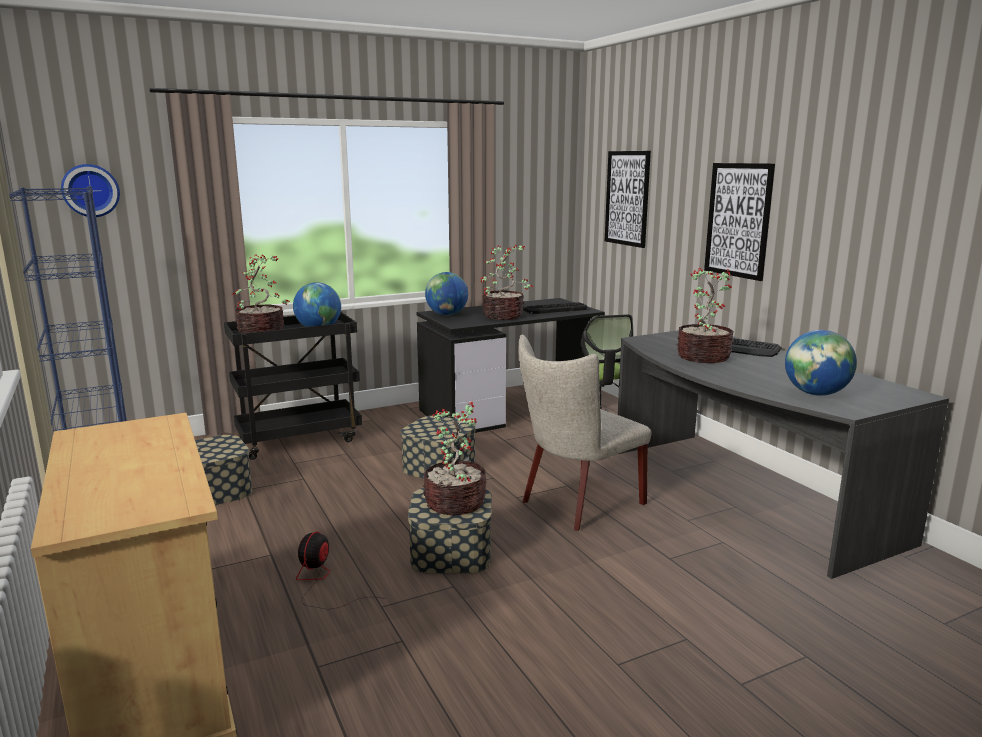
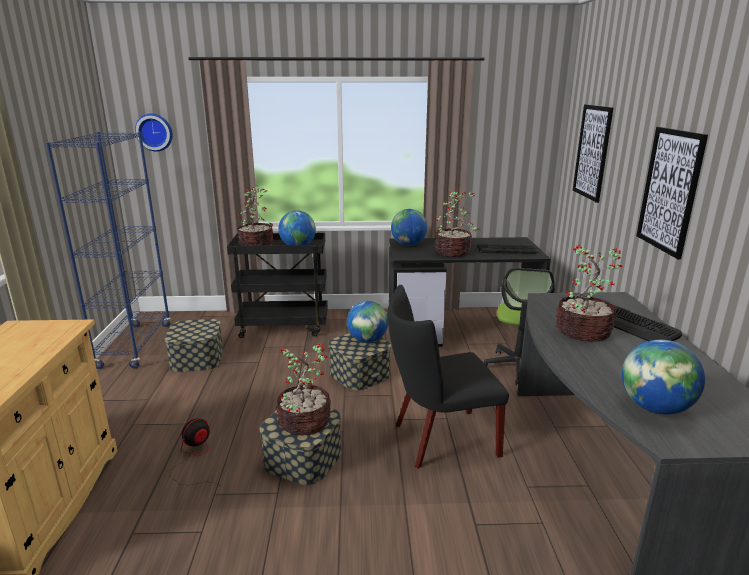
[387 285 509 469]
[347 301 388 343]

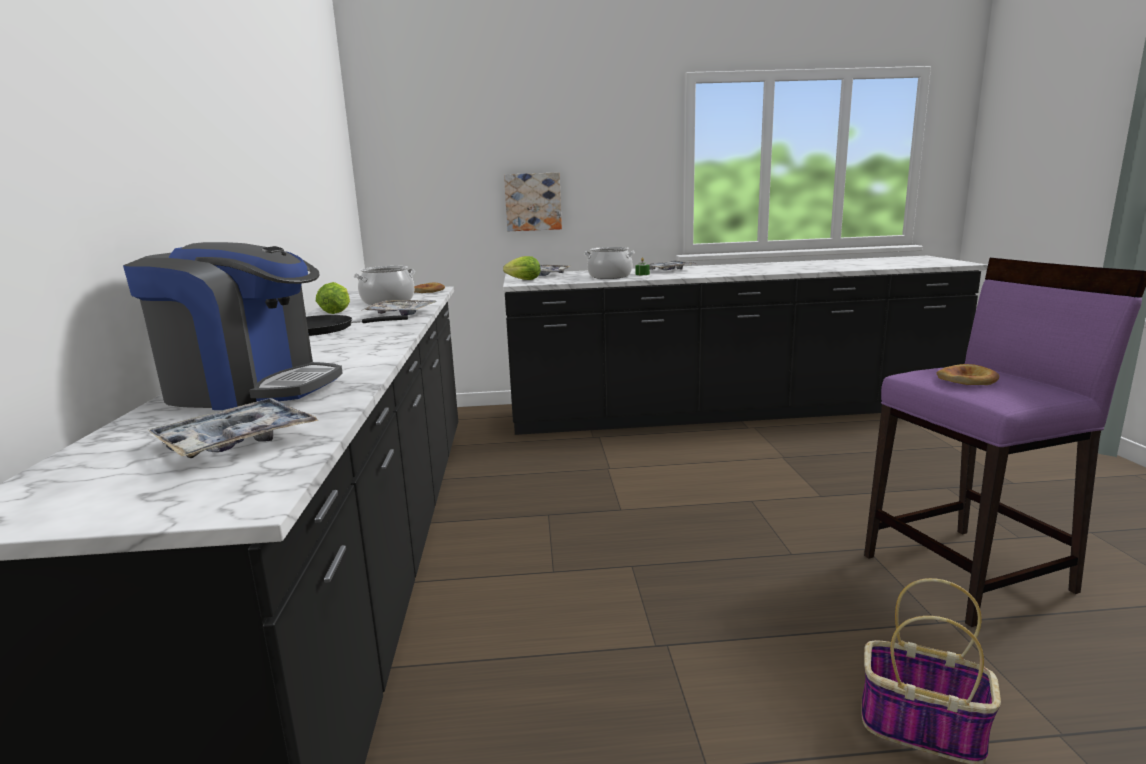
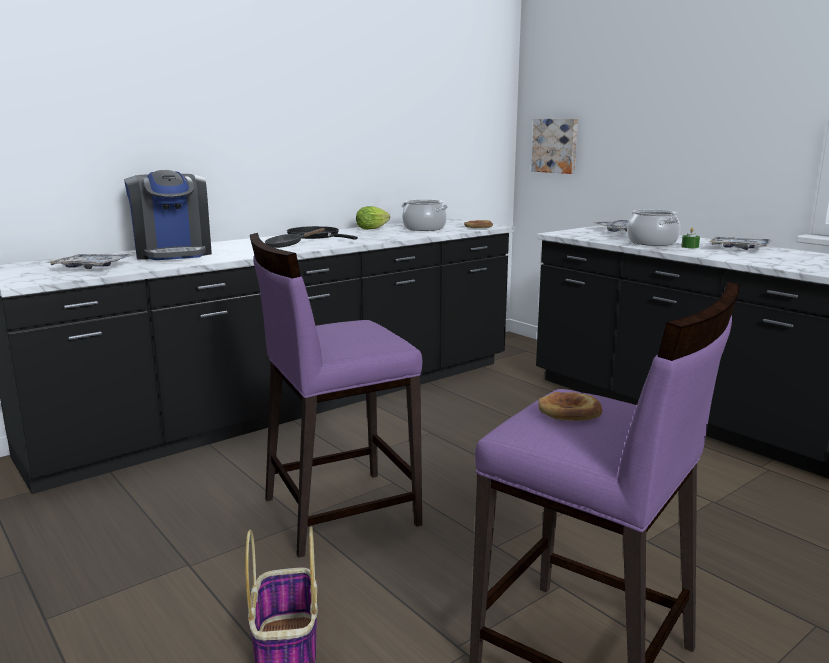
[531 119 578 174]
[503 256 541 280] (first image)
[361 300 436 315] (first image)
[265 228 325 248]
[250 233 422 558]

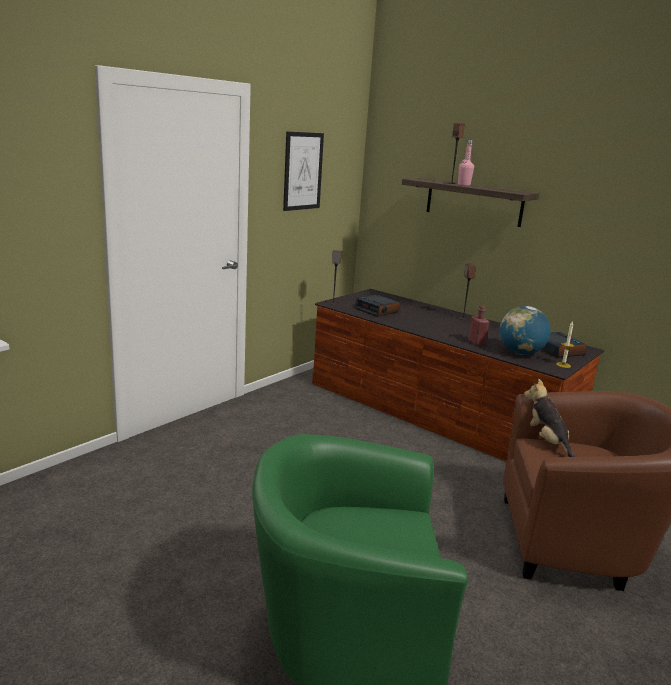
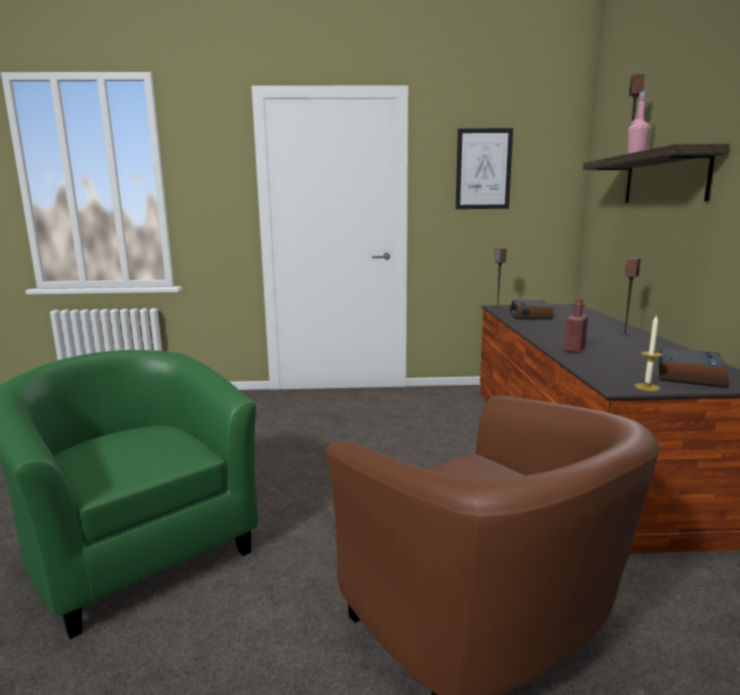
[500 306 551 355] (first image)
[524 378 576 457] (first image)

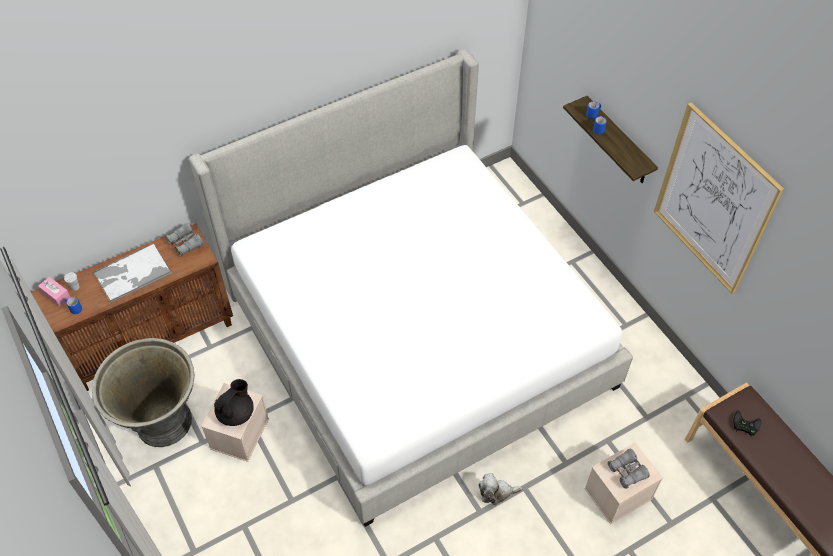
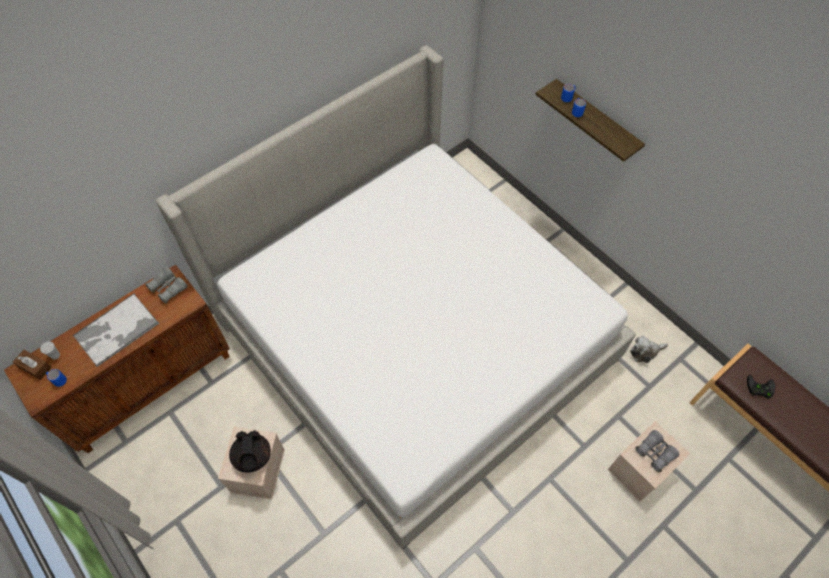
[654 102 784 294] (first image)
[13 350 52 380]
[92 338 195 447] (first image)
[229 430 271 473]
[630 335 668 363]

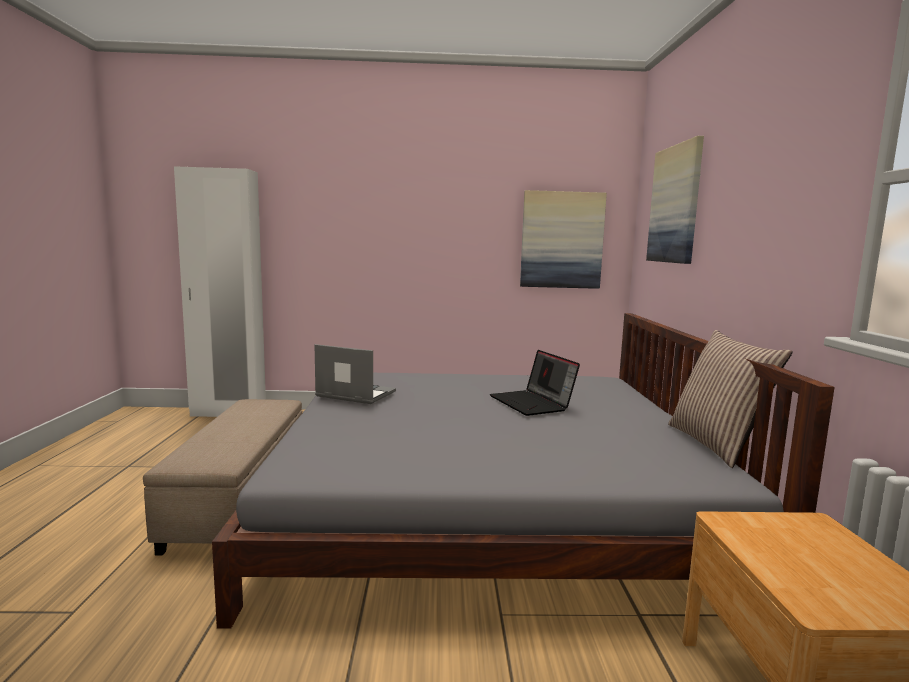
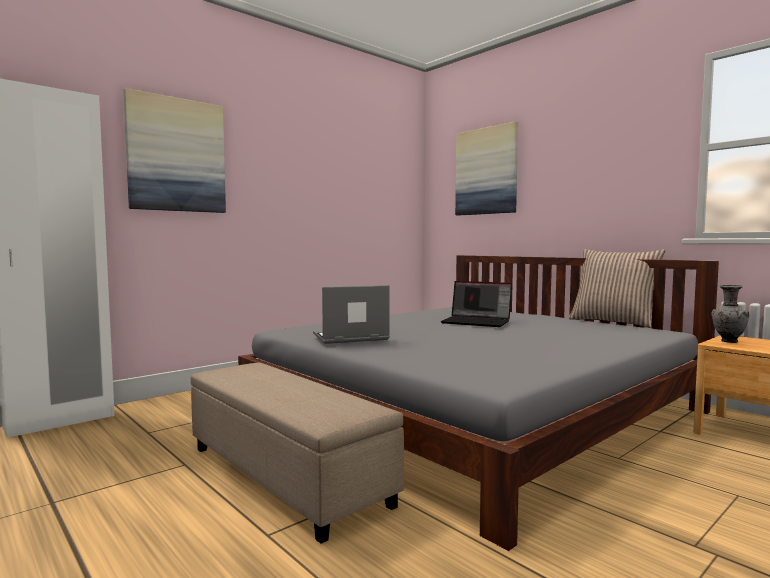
[124 88 226 213]
[711 285 749 343]

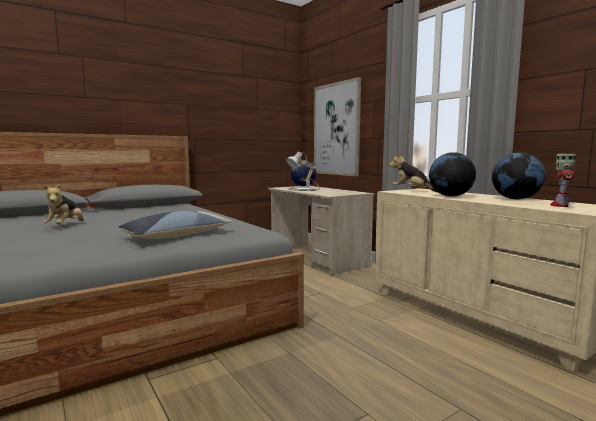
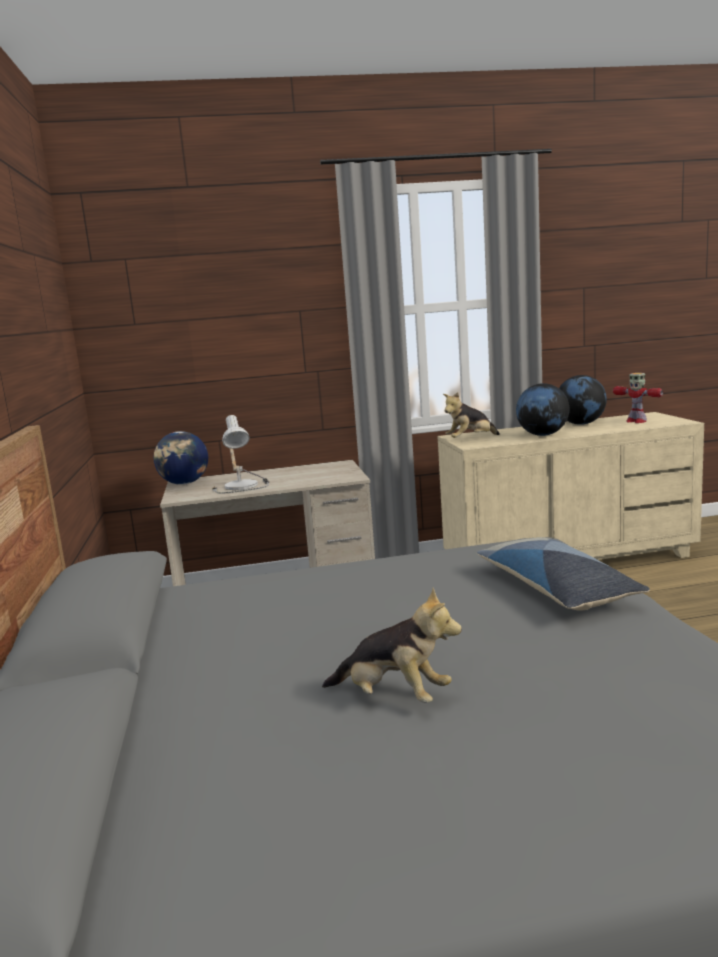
[314 77 361 176] (first image)

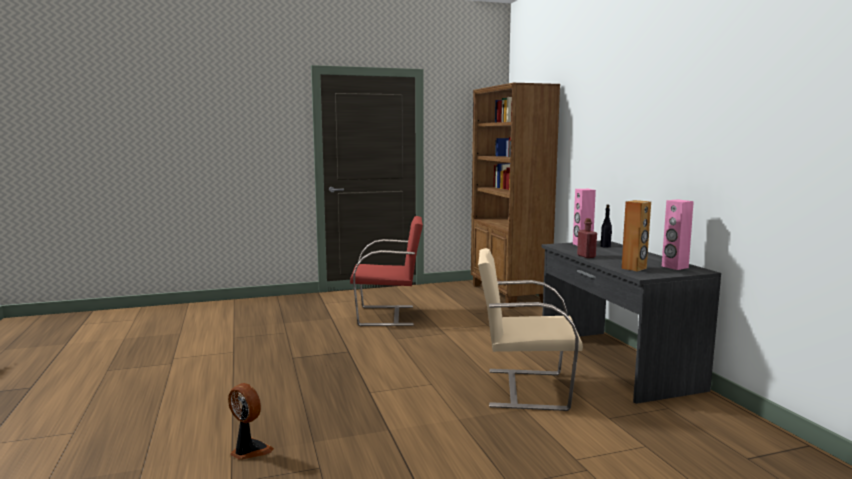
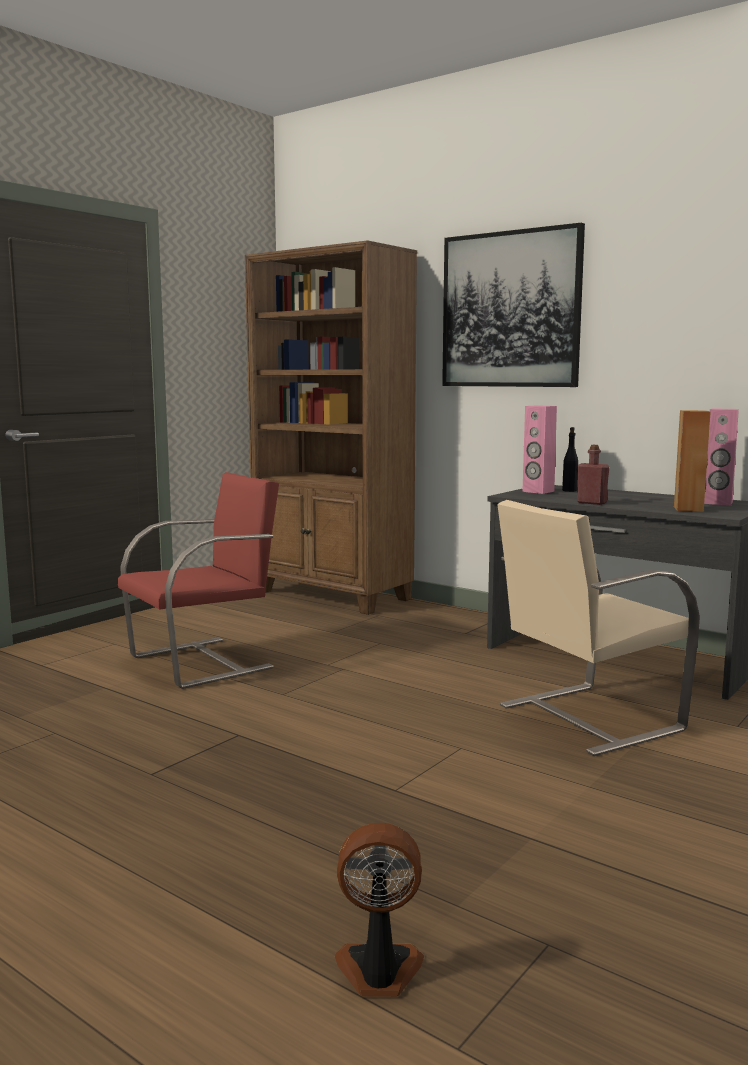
[442 223 585 387]

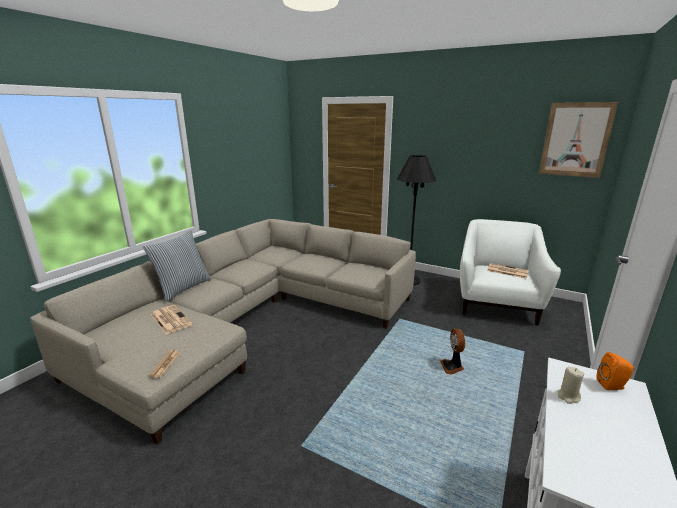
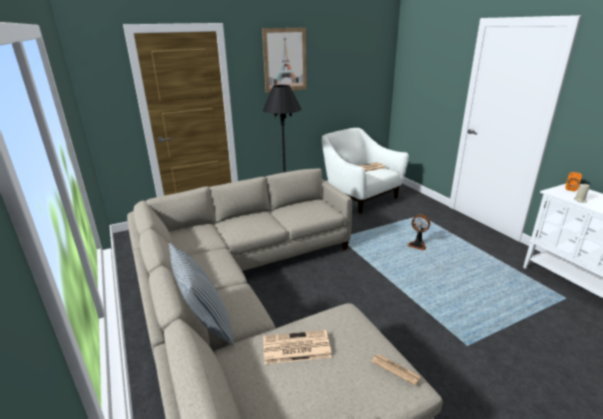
[262 27 307 93]

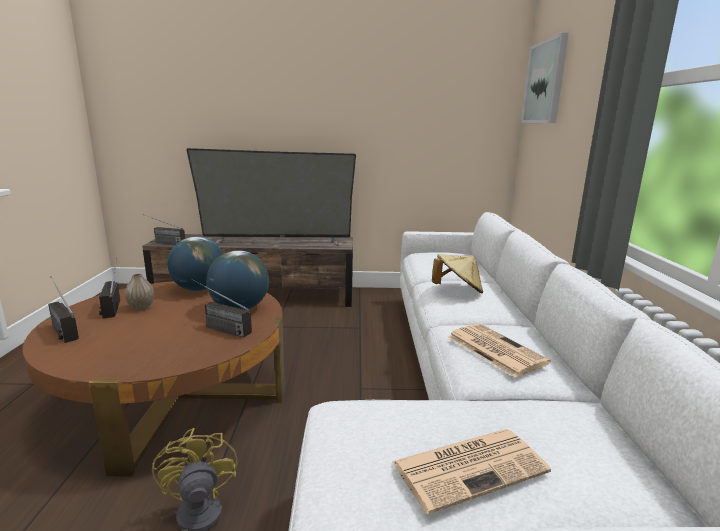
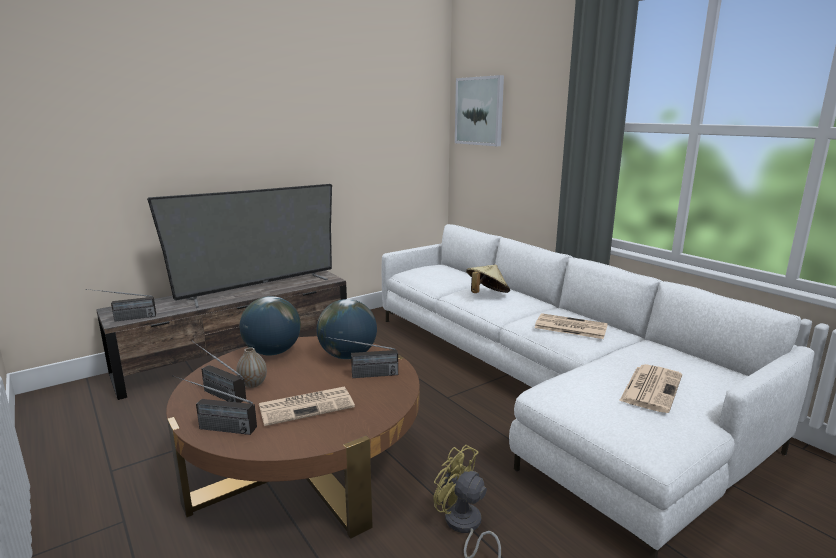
[259 387 355 426]

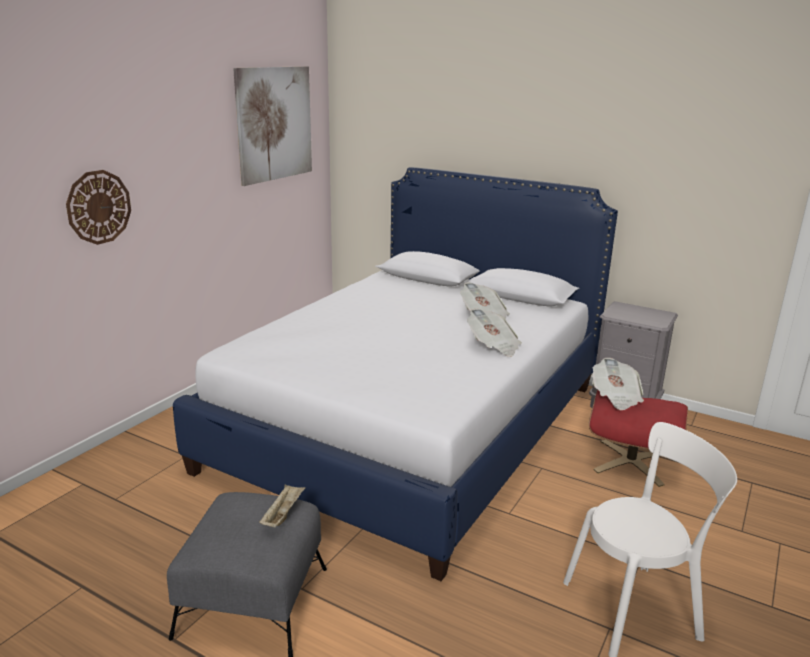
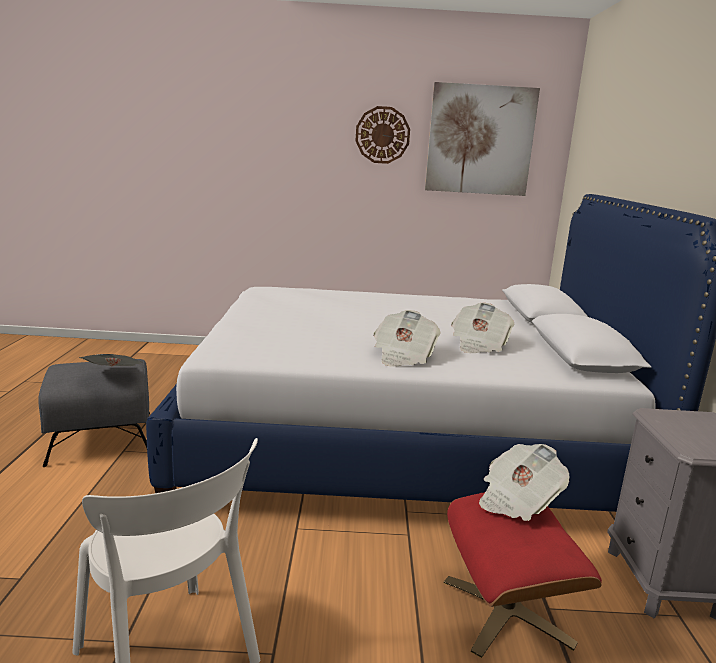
[356 106 410 164]
[78 354 143 366]

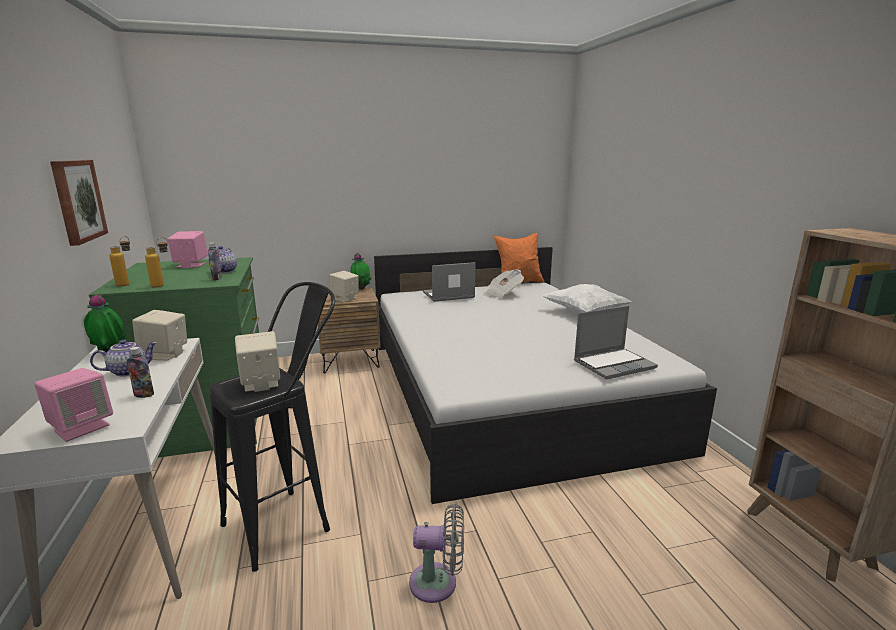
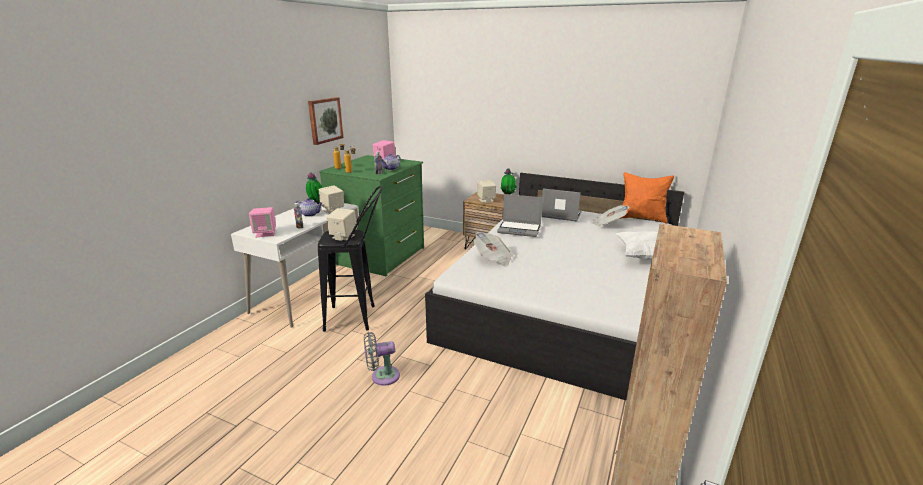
[497 194 543 237]
[364 332 400 386]
[474 232 513 267]

